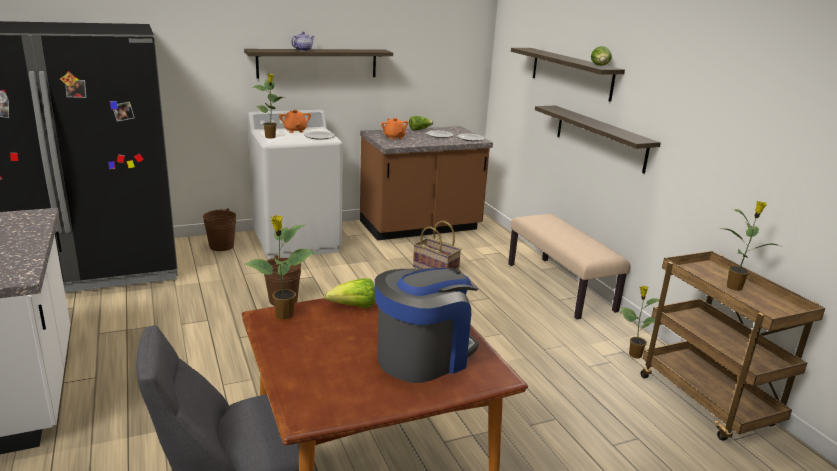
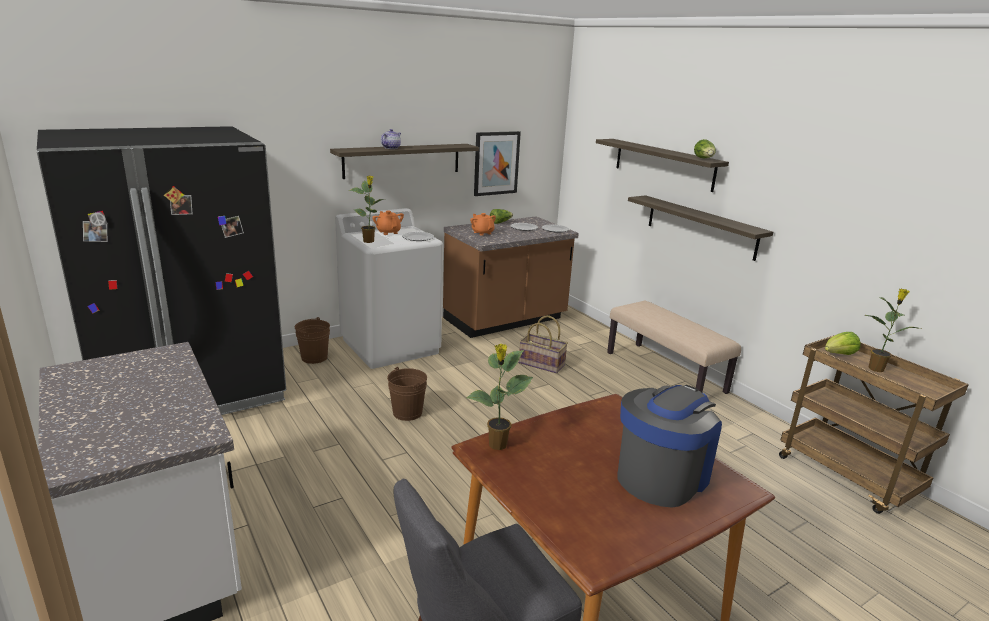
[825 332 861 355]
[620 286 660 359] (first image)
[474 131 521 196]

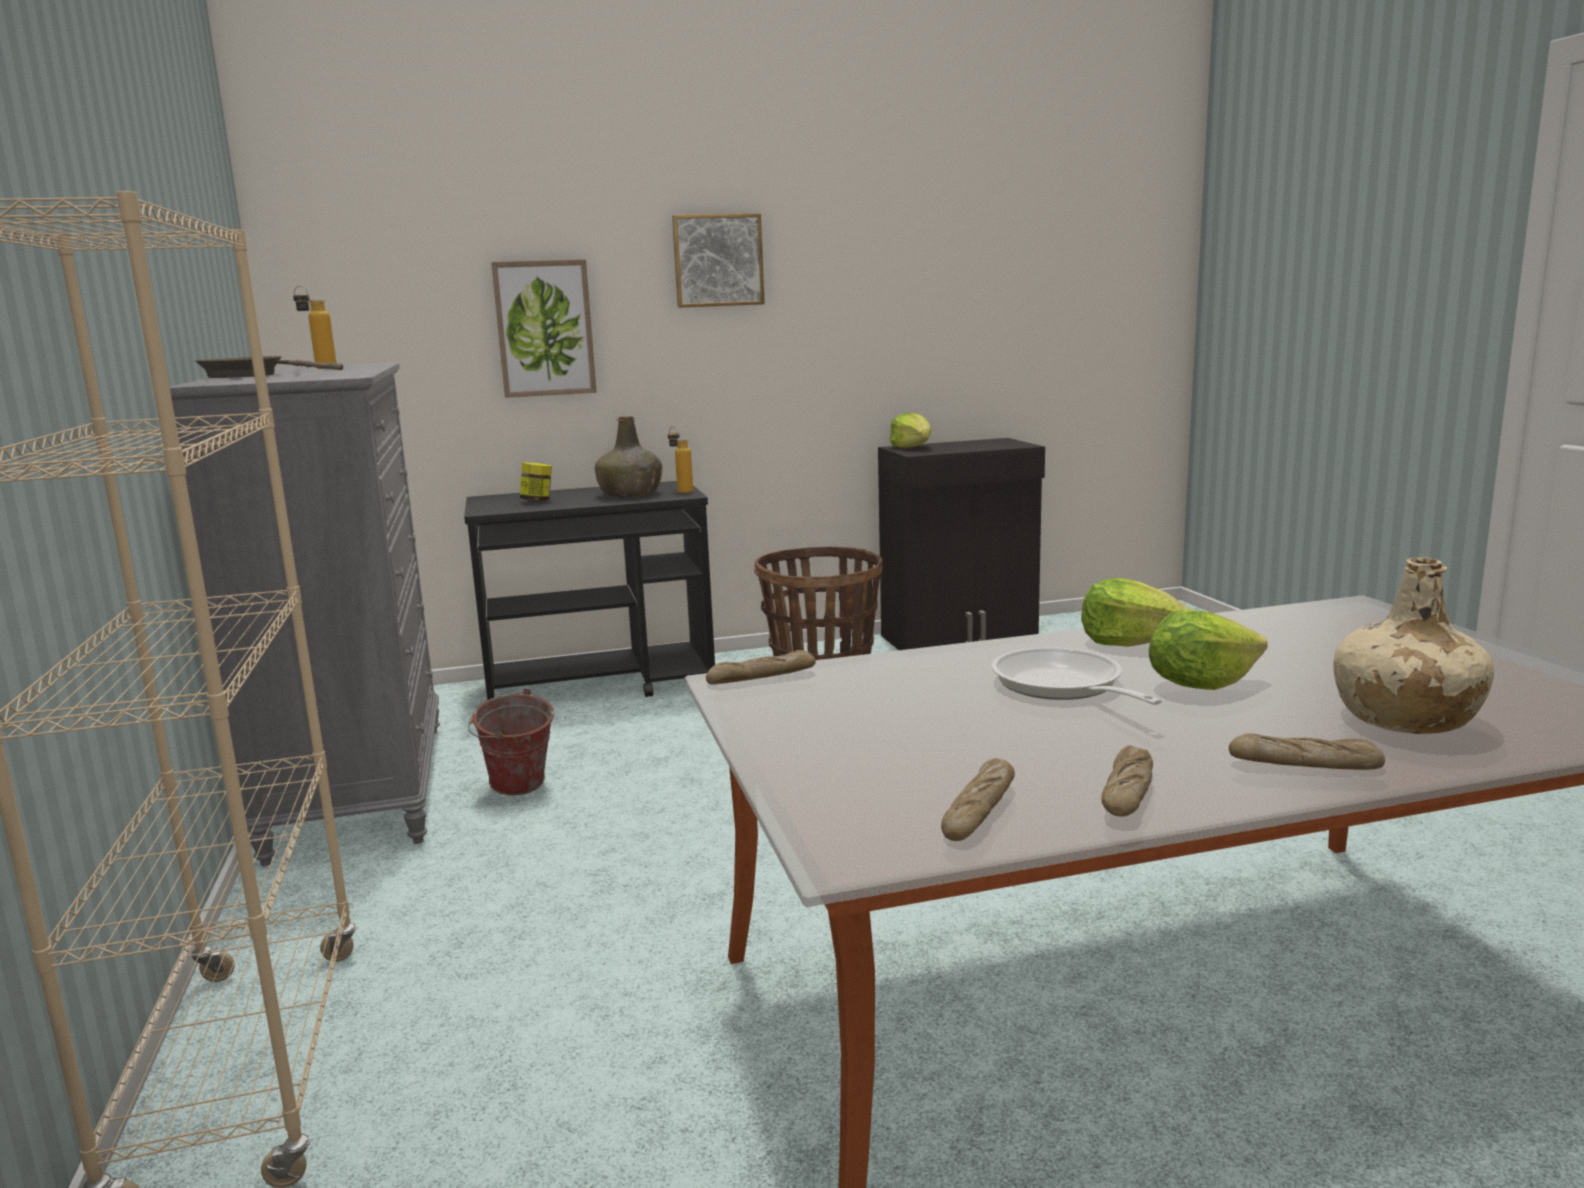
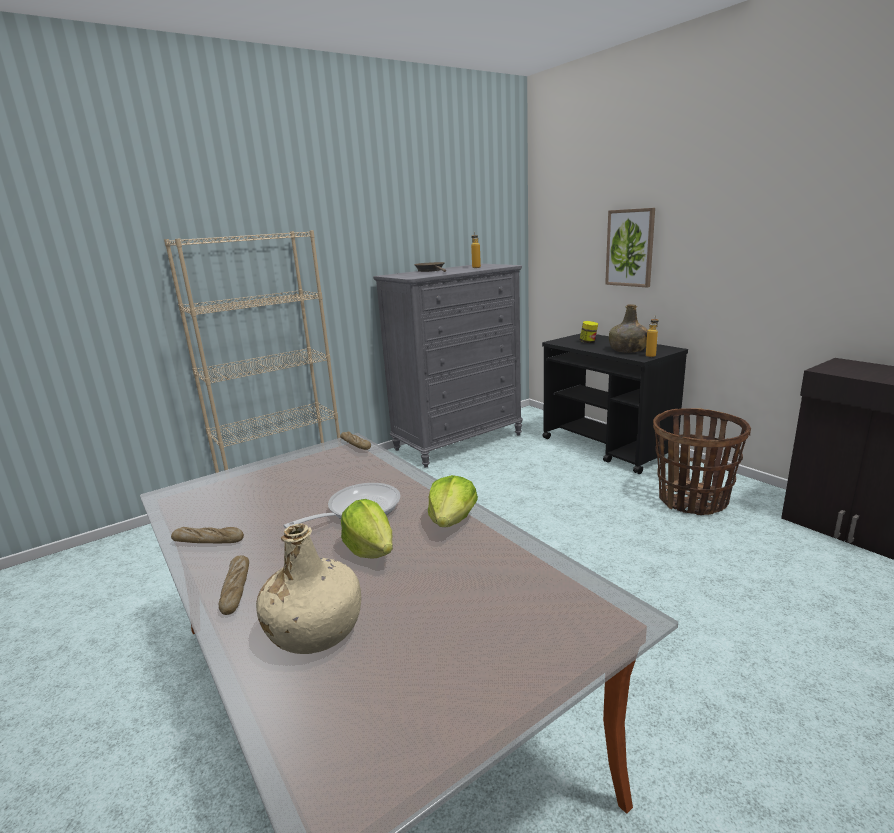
[672 213 765 308] (first image)
[889 413 931 448] (first image)
[468 688 554 795] (first image)
[941 758 1015 841] (first image)

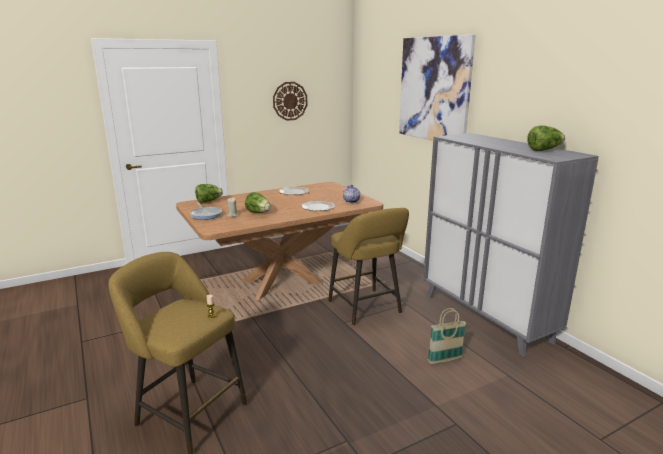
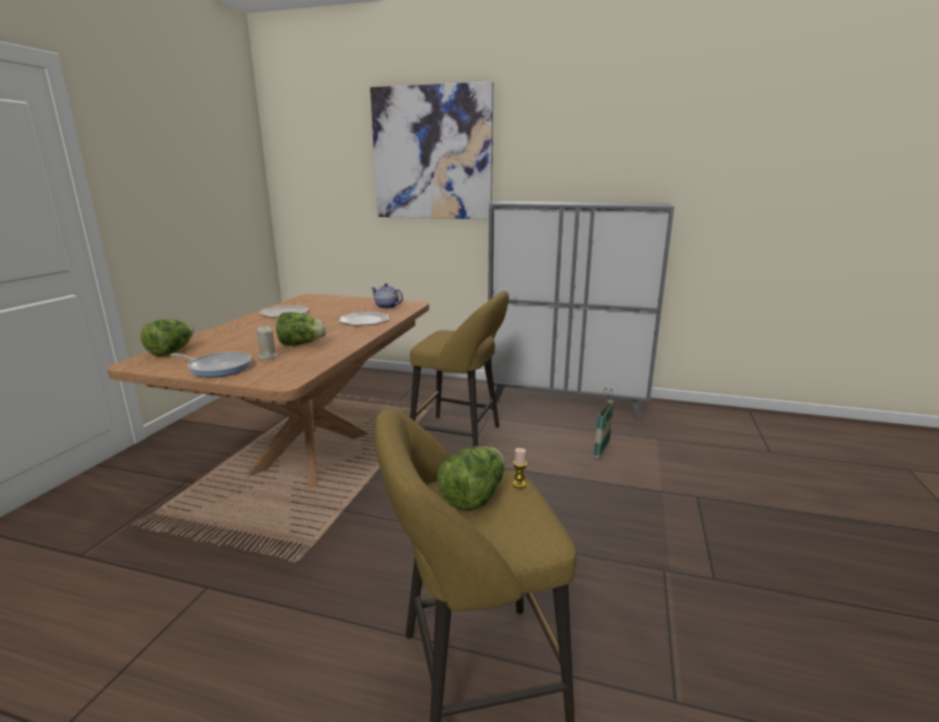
[273 82 307 121] (first image)
[437 446 505 511]

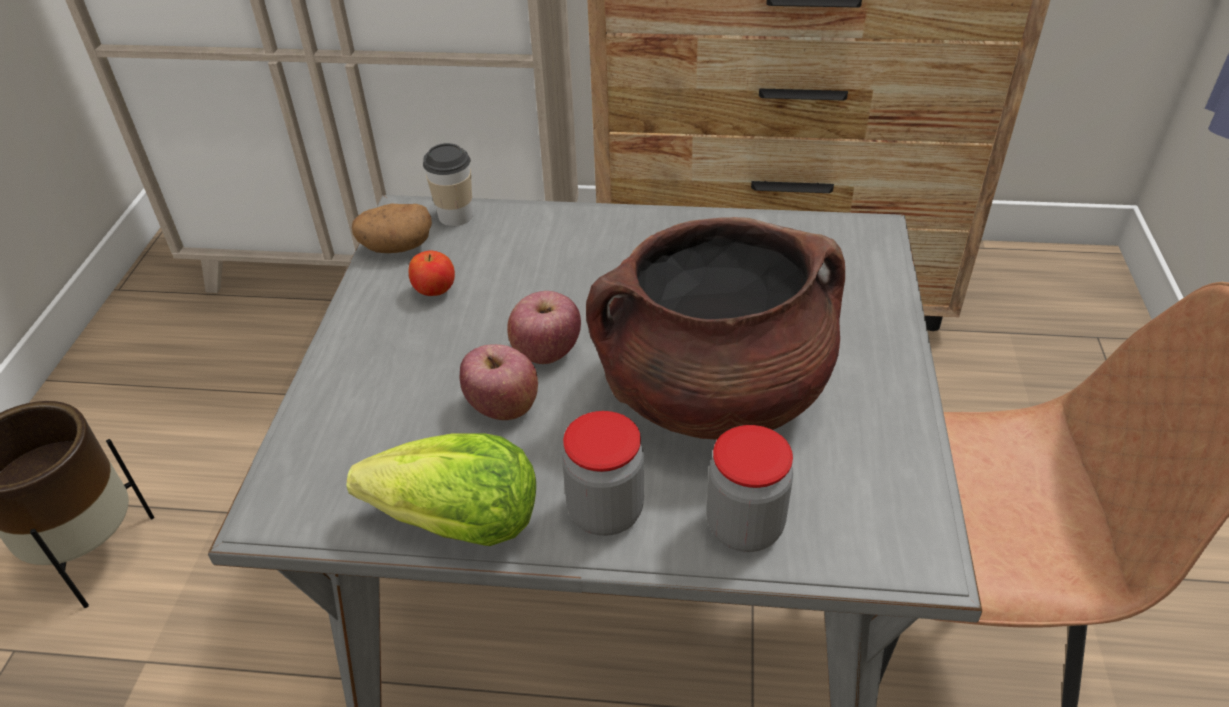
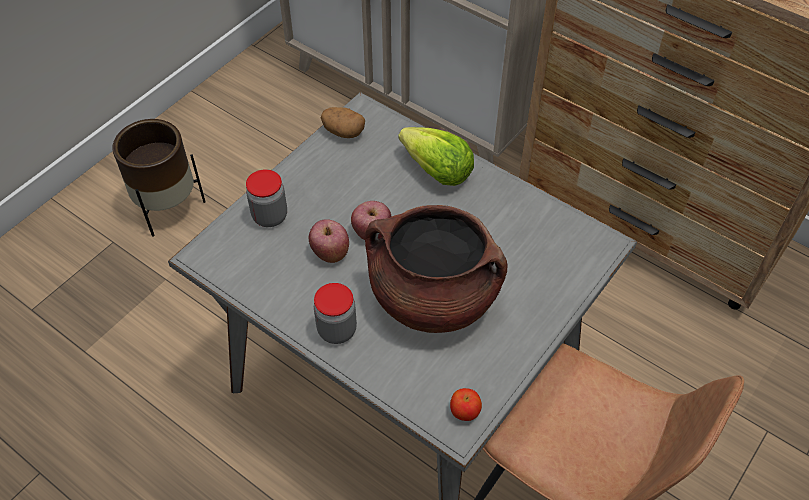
[423 143 473 226] (first image)
[450 388 482 421]
[246 169 287 227]
[399 127 474 186]

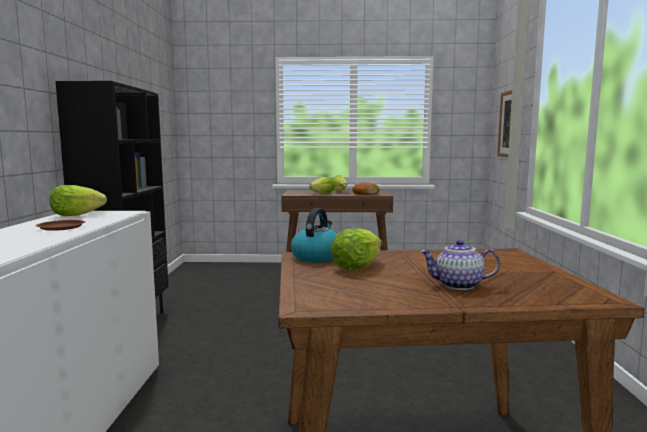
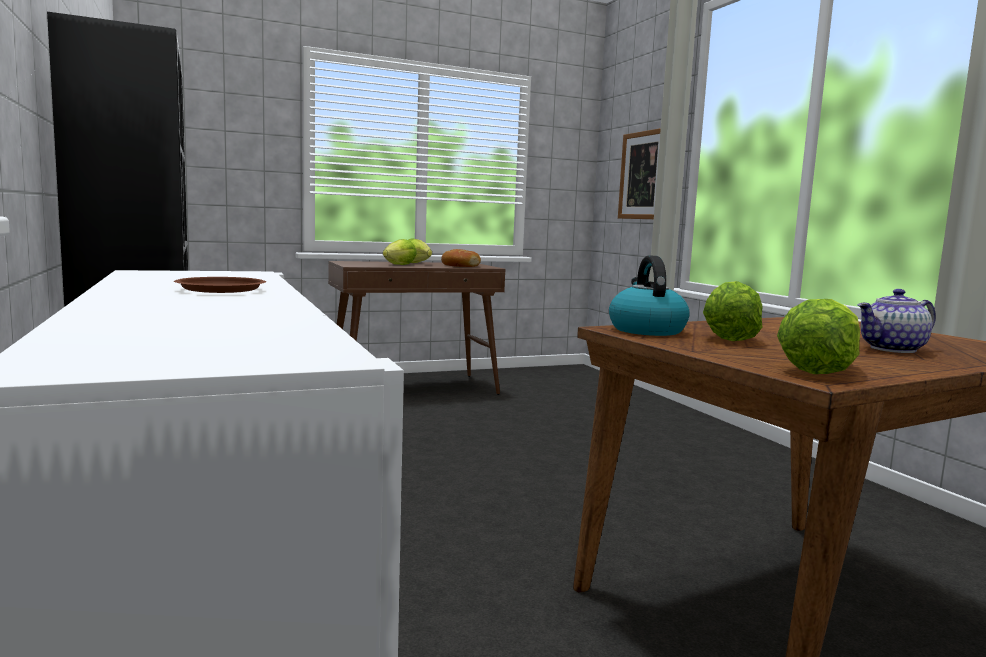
[777 299 860 374]

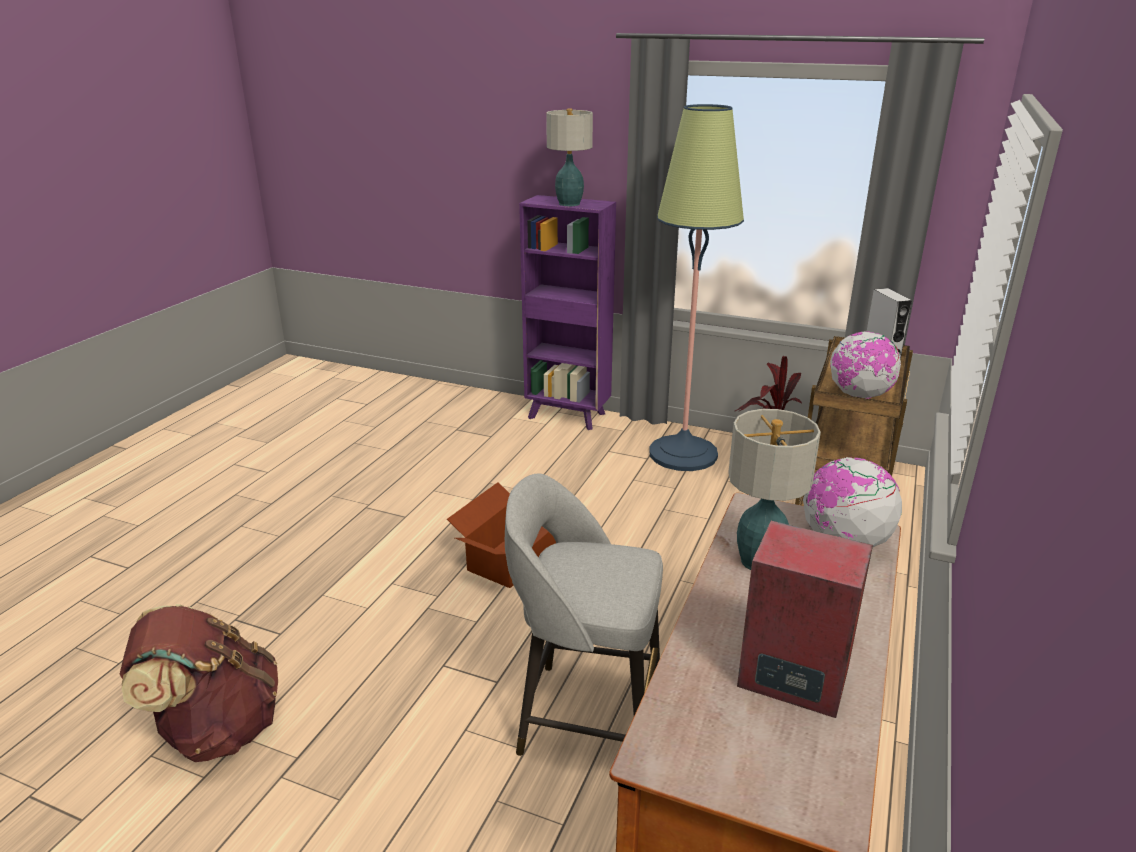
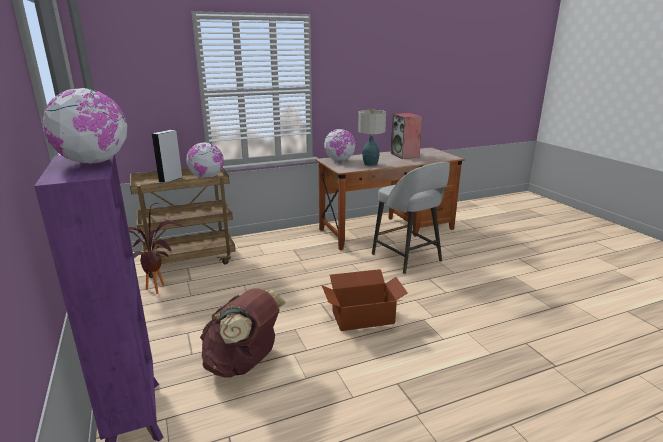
[649 104 744 471] (first image)
[42 88 127 164]
[200 288 286 378]

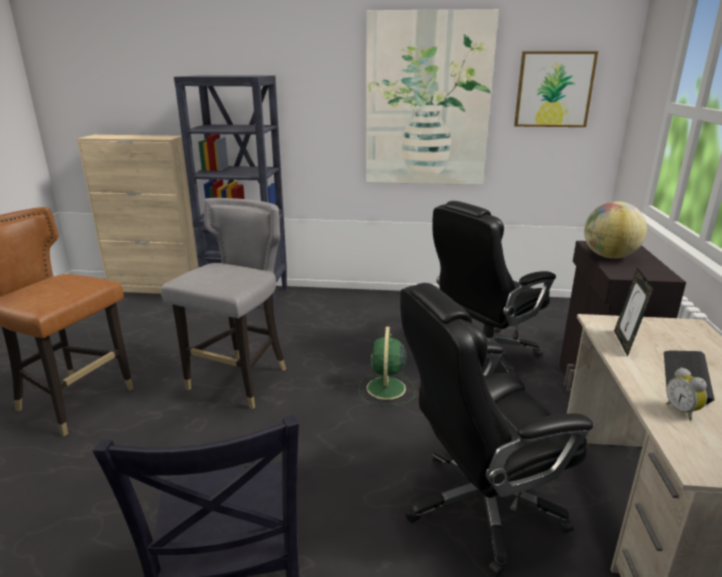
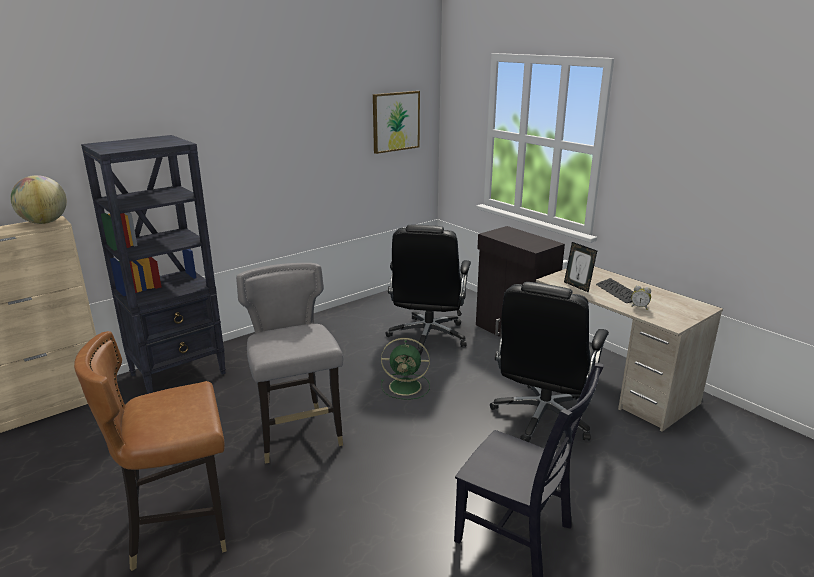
[366 9 499 185] (first image)
[10 175 67 224]
[381 338 430 400]

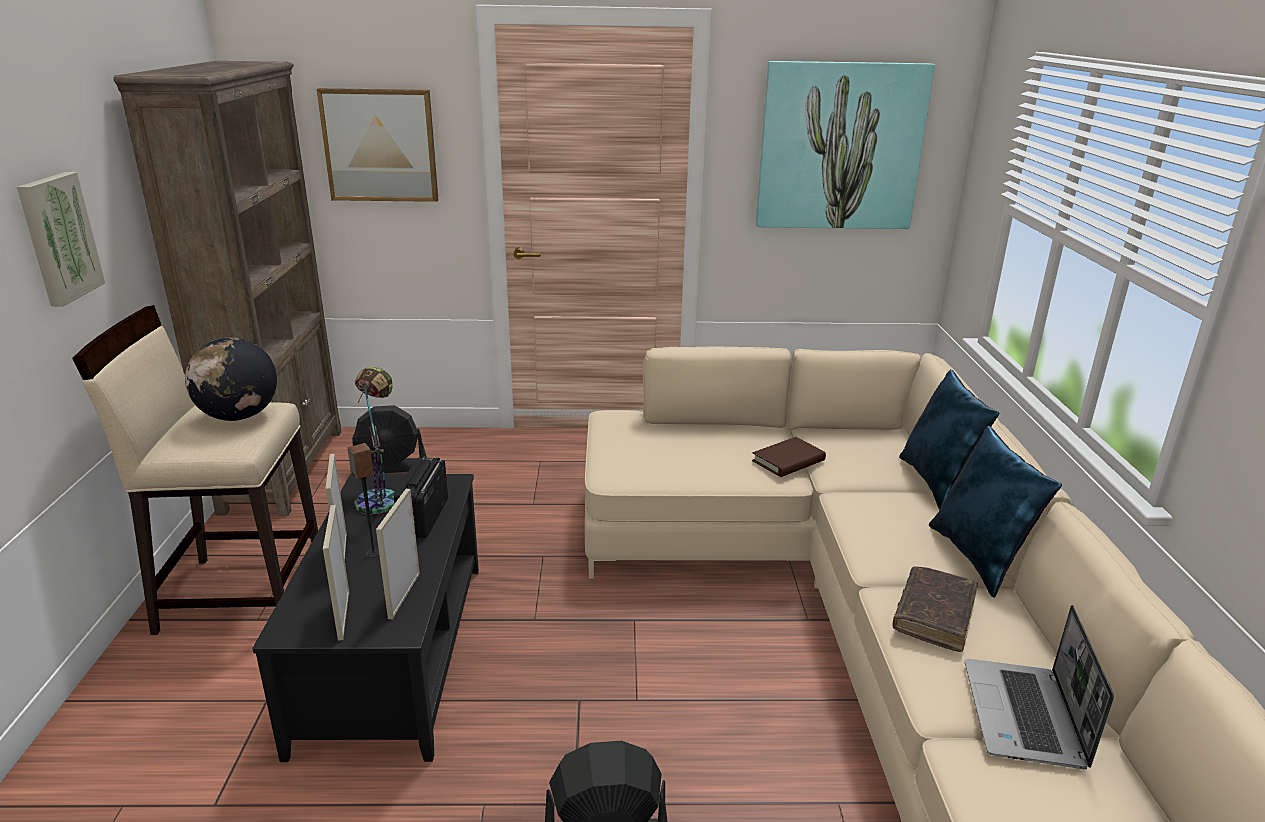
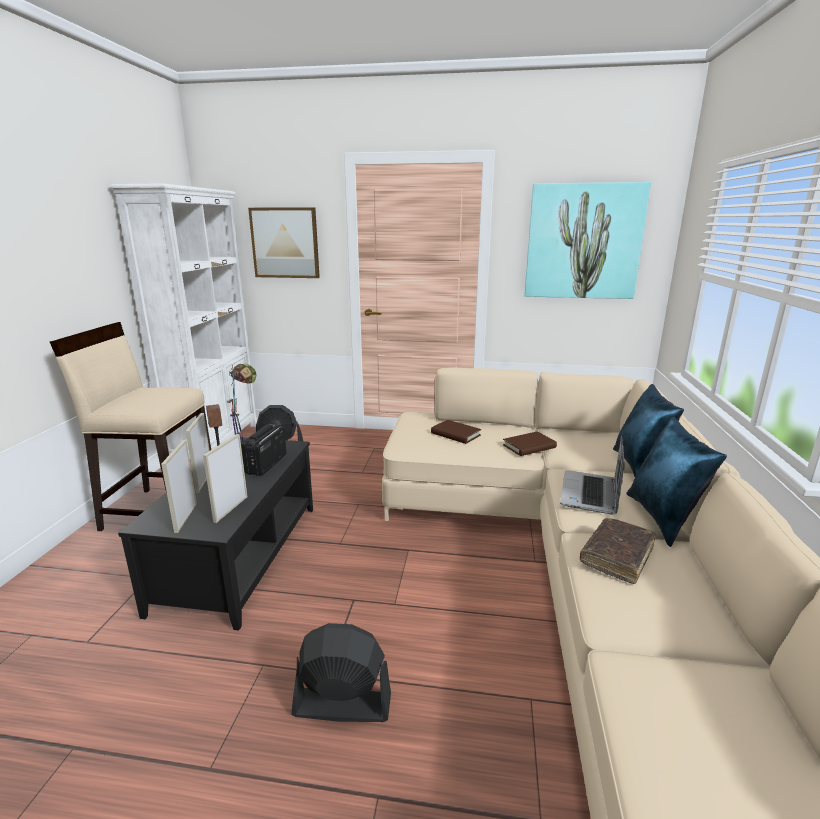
[111 183 257 459]
[17 172 105 307] (first image)
[185 337 277 421] (first image)
[560 436 625 514]
[431 420 481 444]

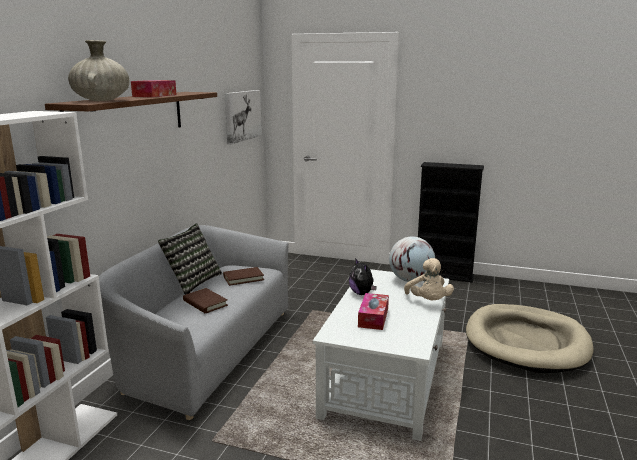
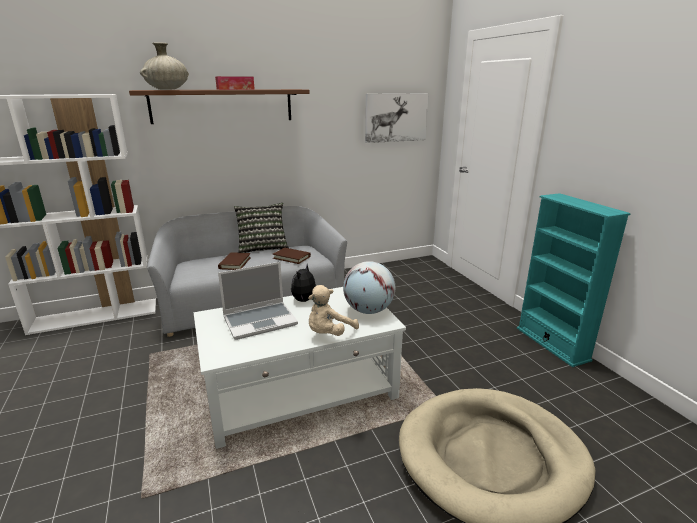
[517 193 631 367]
[218 262 298 340]

